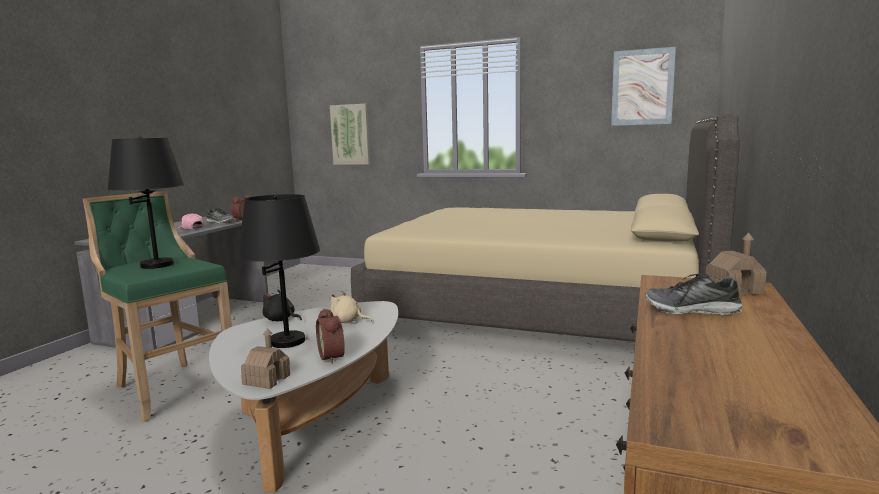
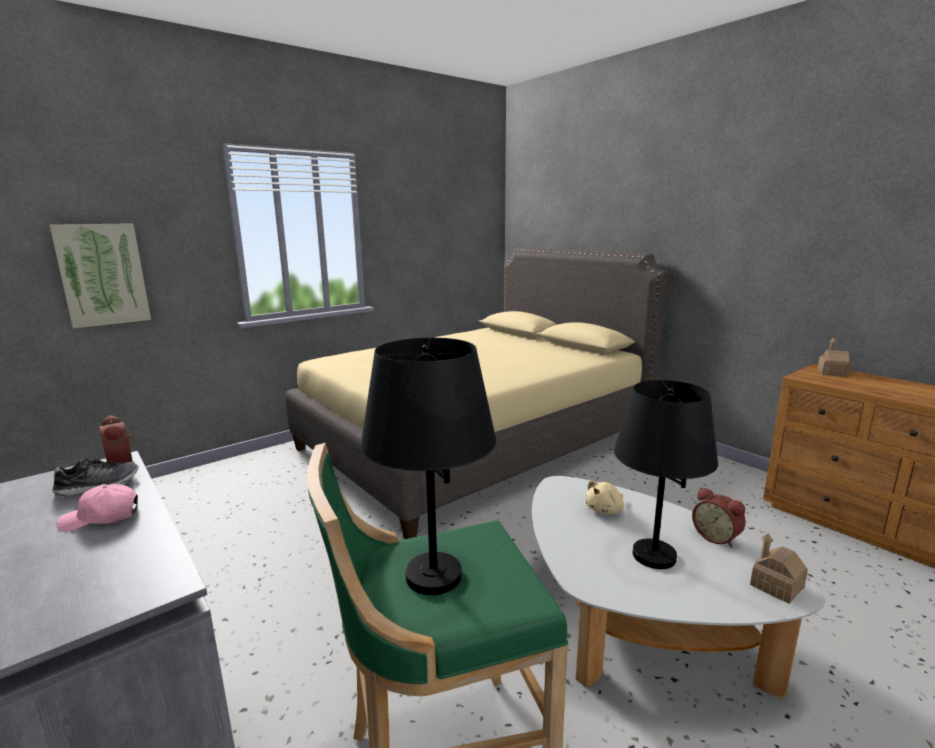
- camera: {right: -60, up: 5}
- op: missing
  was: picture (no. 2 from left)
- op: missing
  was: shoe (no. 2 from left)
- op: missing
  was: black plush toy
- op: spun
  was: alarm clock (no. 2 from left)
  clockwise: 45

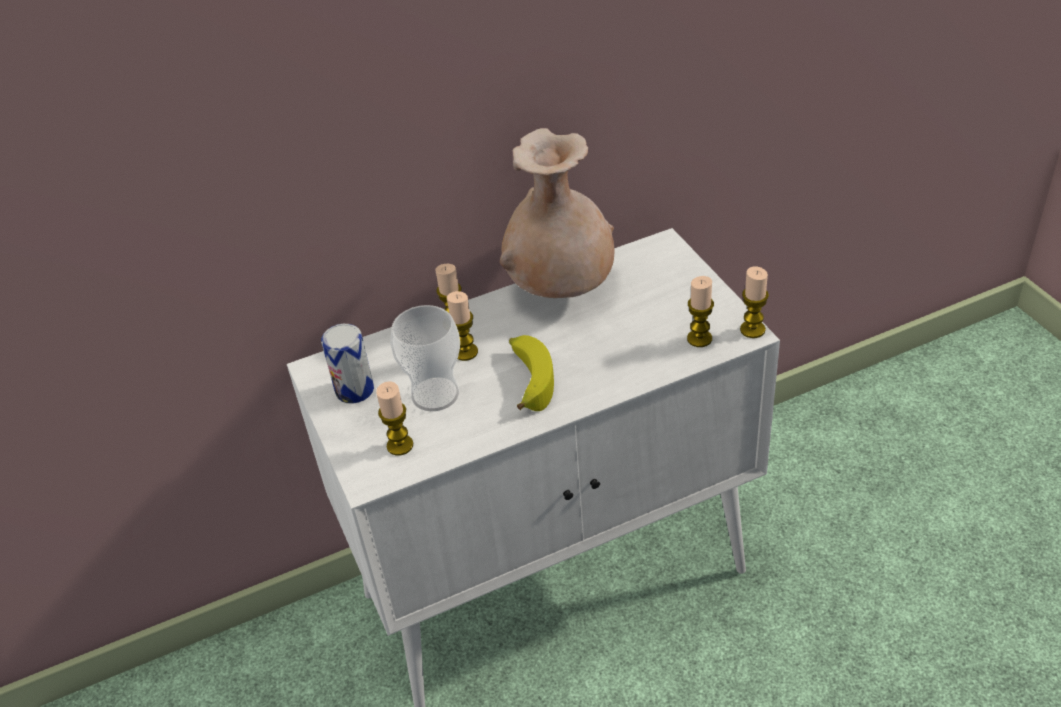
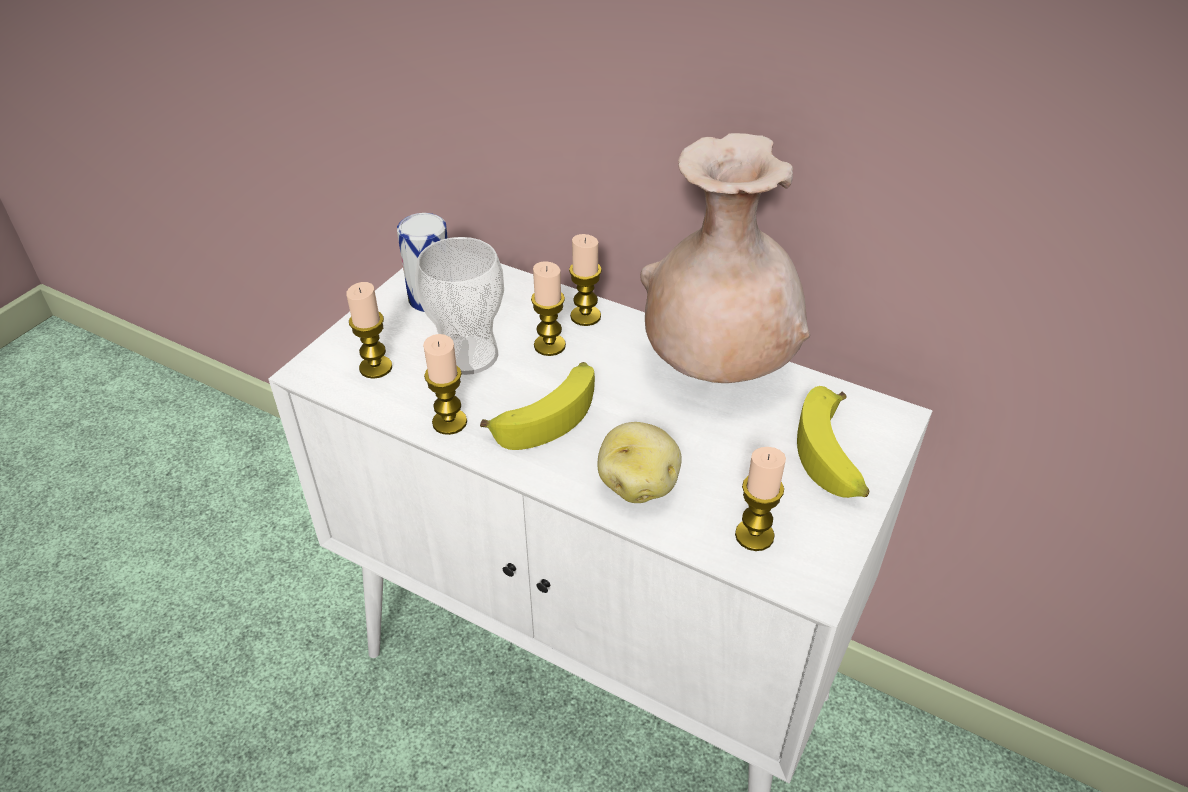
- camera: {right: 50, up: 0}
- op: relocated
  was: candle (no. 5 from left in the first image)
  now: candle (no. 2 from left)
- op: appeared
  now: banana (no. 2 from left)
- op: appeared
  now: potato

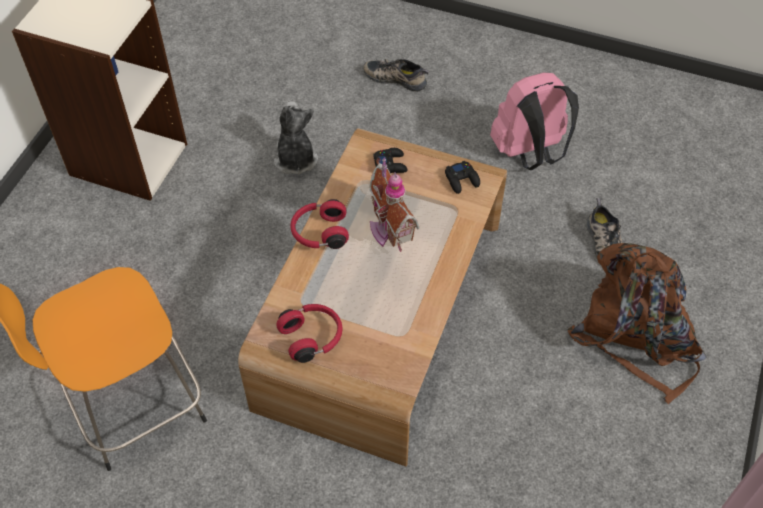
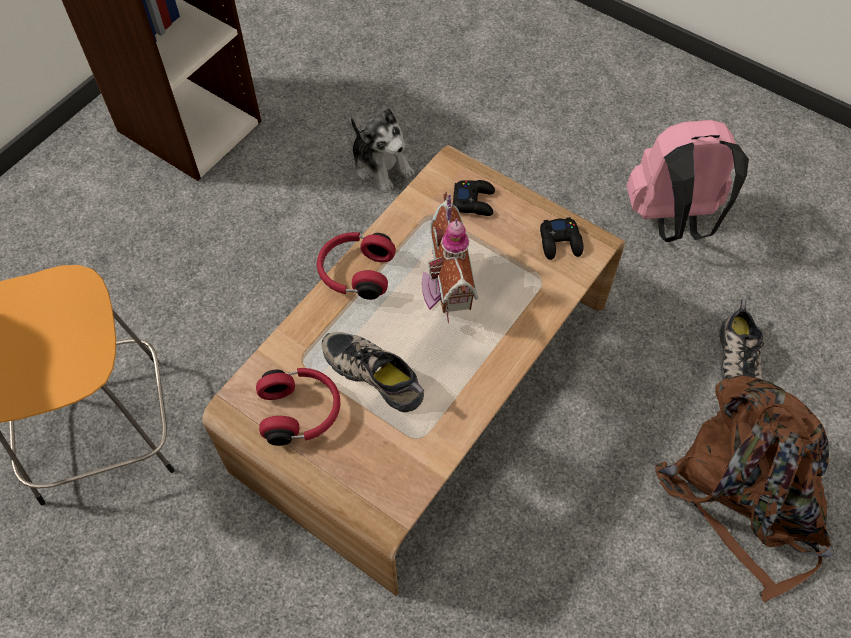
- camera: {right: 15, up: 5}
- op: relocated
  was: shoe (no. 1 from left)
- op: spun
  was: plush toy
  clockwise: 135

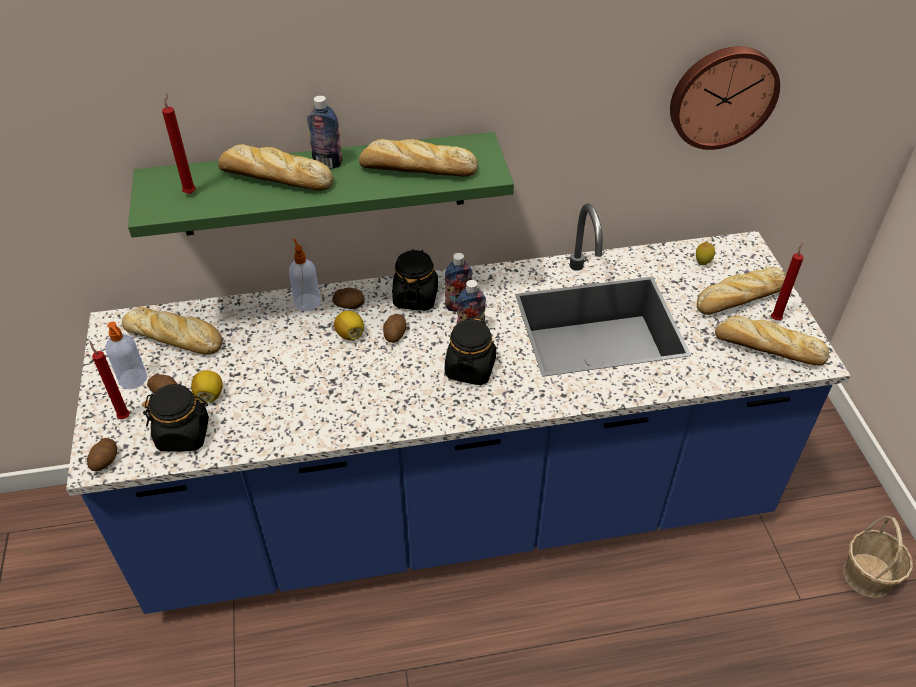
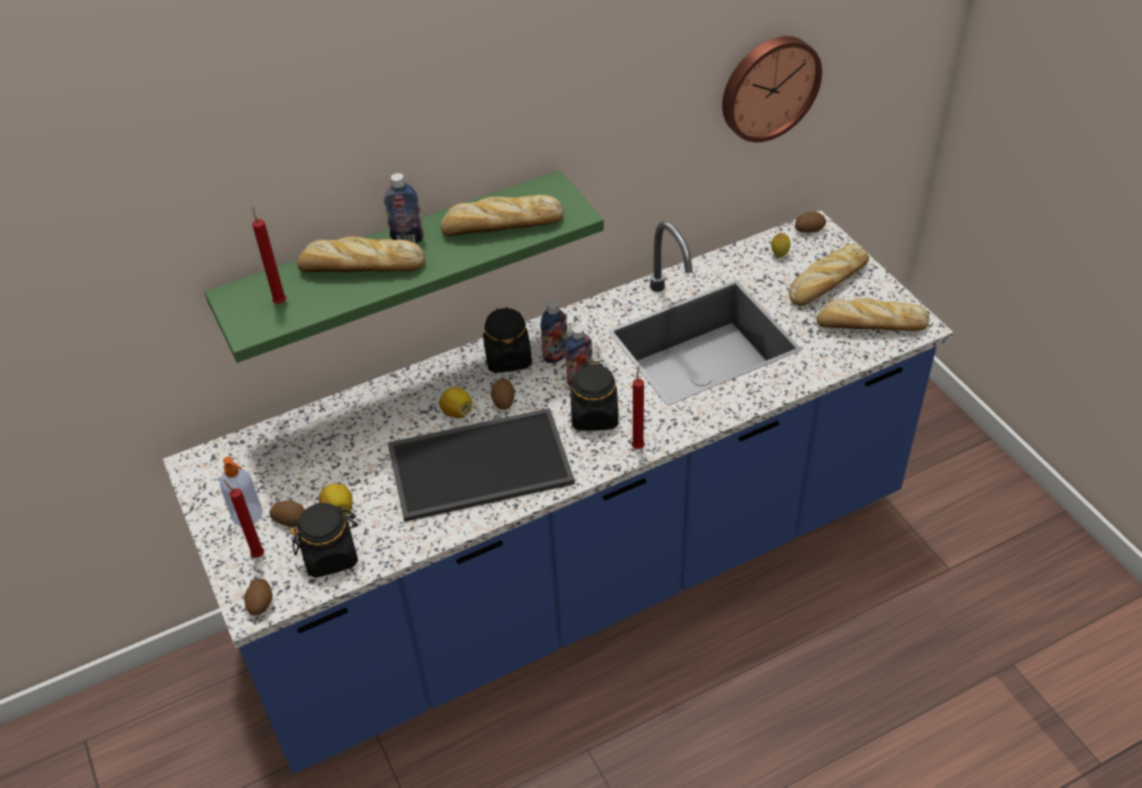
- camera: {right: -15, up: 0}
- op: missing
  was: soap dispenser (no. 2 from left)
- op: relocated
  was: red candle (no. 3 from left)
- op: relocated
  was: potato (no. 3 from left in the first image)
  now: potato (no. 4 from left)
- op: missing
  was: bread (no. 1 from left)
- op: missing
  was: basket
- op: appeared
  now: tray

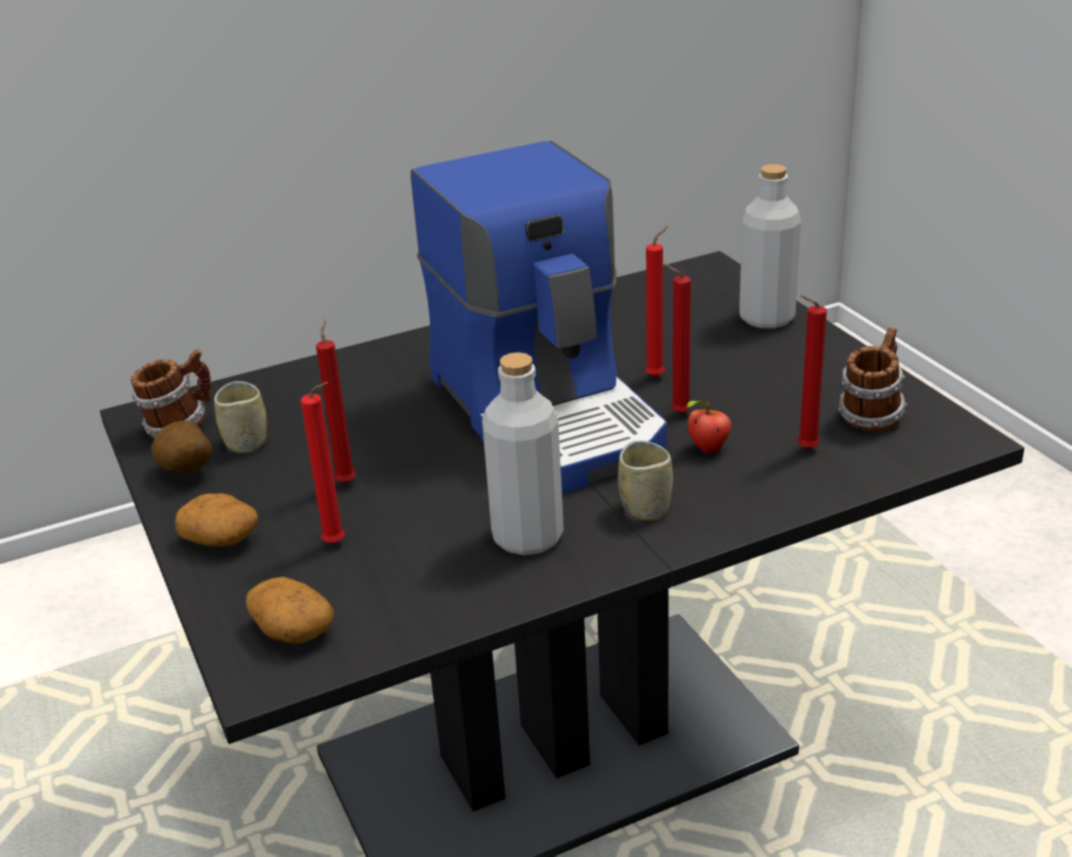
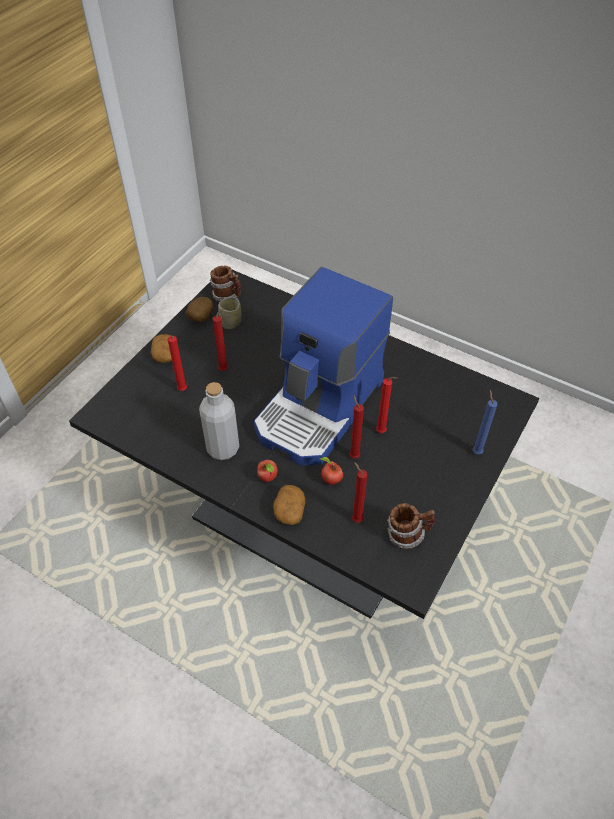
- camera: {right: 55, up: 20}
- op: exchanged
  was: grey bottle (no. 2 from left)
  now: blue candle
- op: exchanged
  was: cup (no. 2 from left)
  now: apple (no. 1 from left)
- op: relocated
  was: potato (no. 3 from left)

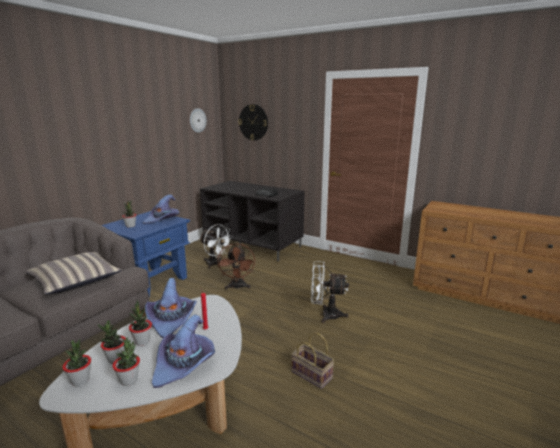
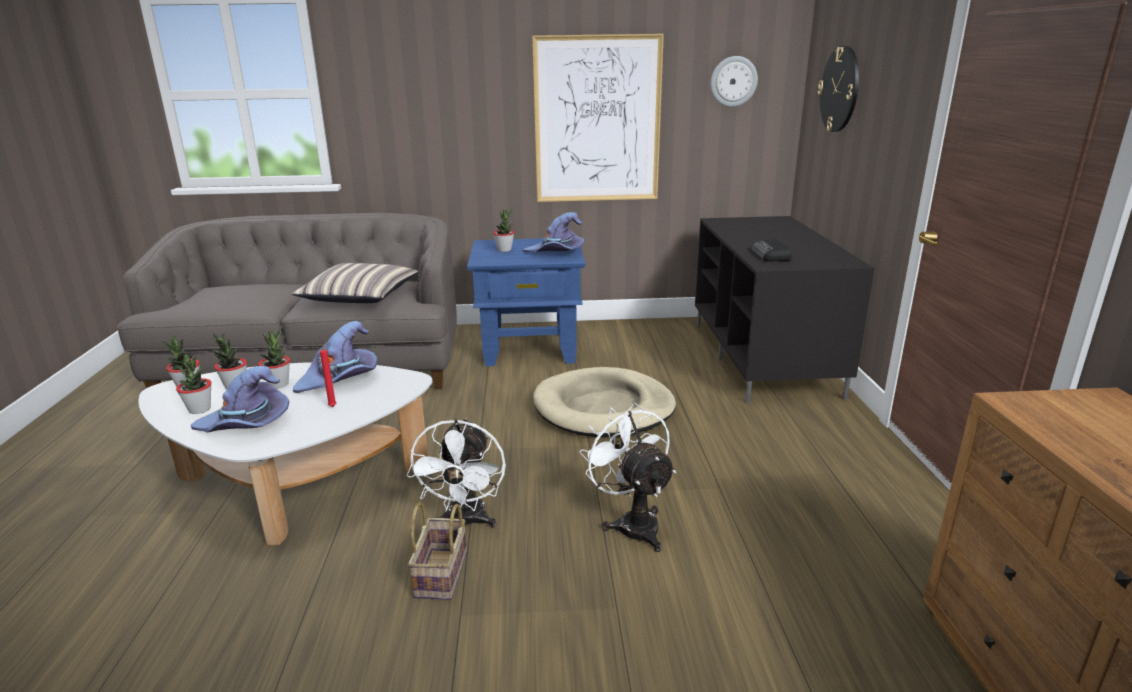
- camera: {right: 55, up: 5}
- op: relocated
  was: white fan (no. 1 from left)
- op: exchanged
  was: brown fan
  now: beige dog bed
- op: appeared
  now: picture

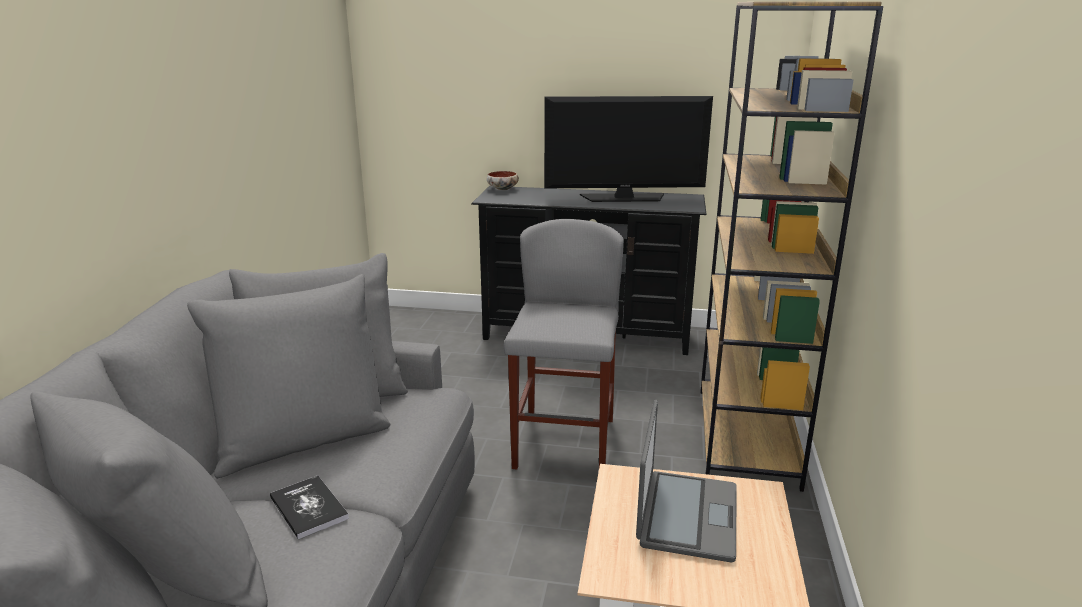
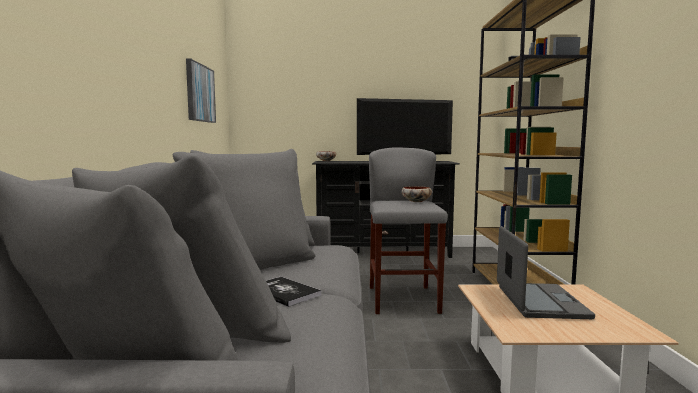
- camera: {right: -10, up: -15}
- op: appeared
  now: picture
- op: appeared
  now: bowl (no. 2 from left)

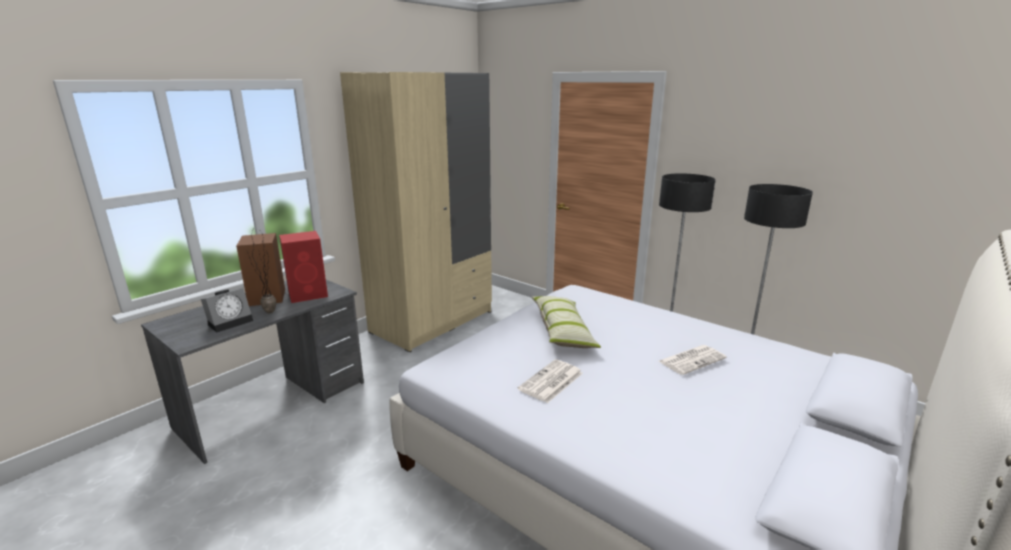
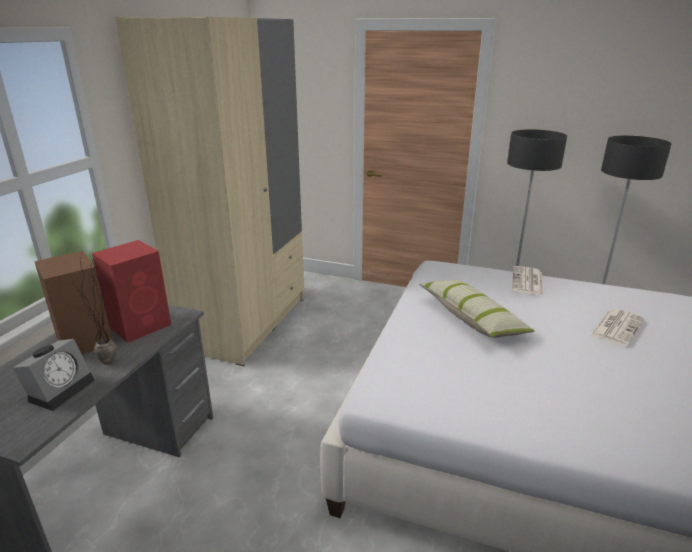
- camera: {right: -20, up: 5}
- op: relocated
  was: newspaper (no. 1 from left)

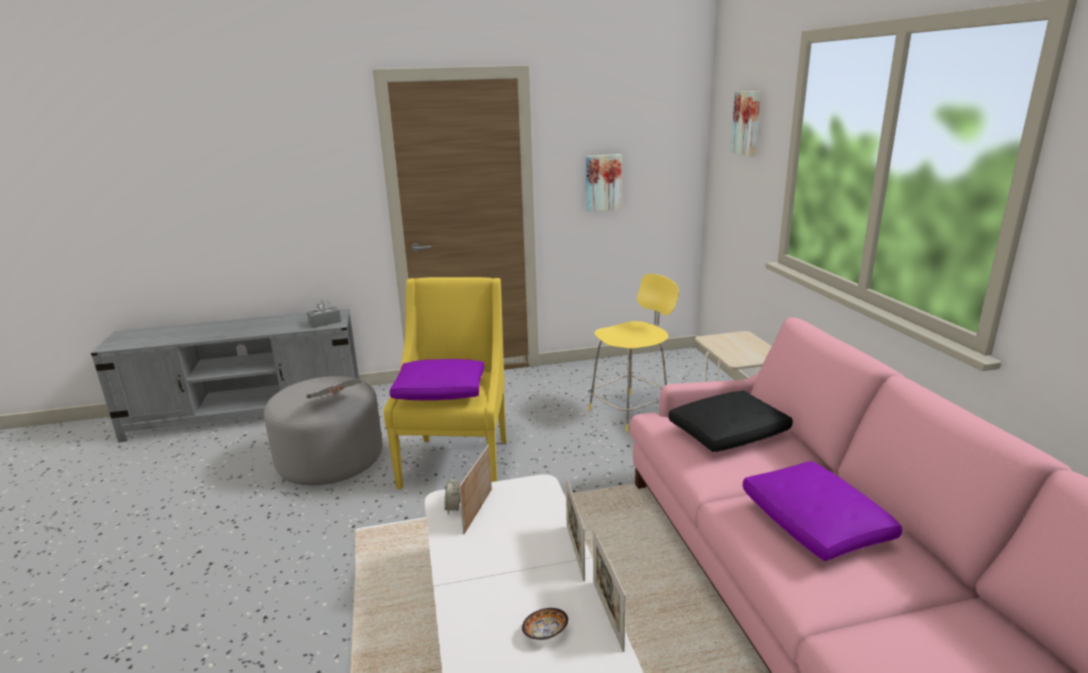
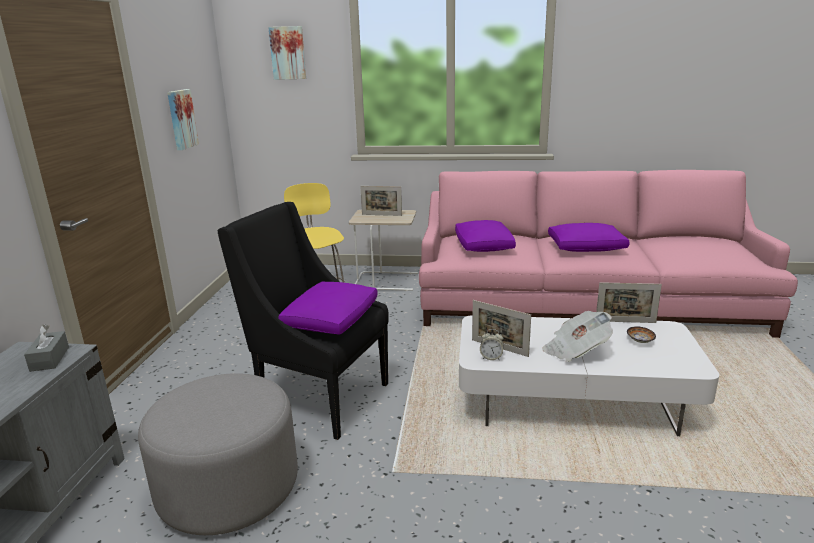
- camera: {right: -70, up: 0}
- op: colour
  was: yellow armchair
  now: black armchair
- op: relocated
  was: newspaper
- op: colour
  was: black pillow
  now: purple pillow (no. 2 from left)
- op: relocated
  was: picture frame (no. 2 from left in the first image)
  now: picture frame (no. 1 from left)

